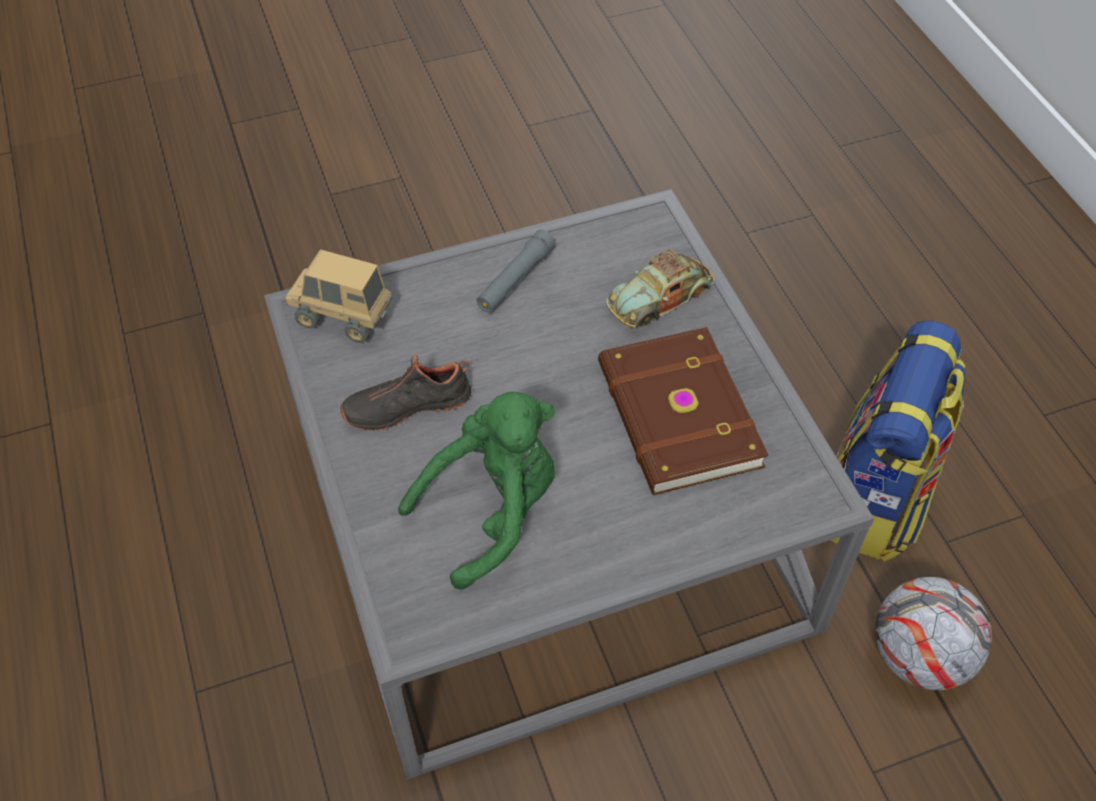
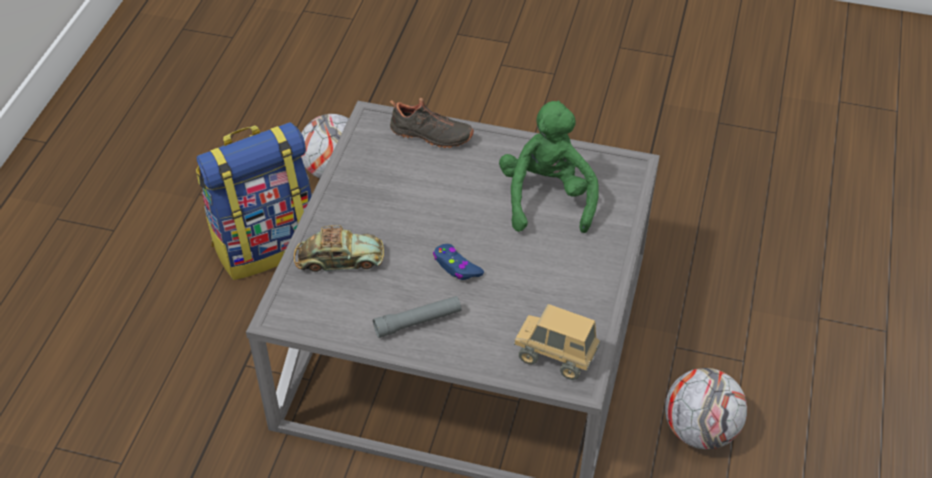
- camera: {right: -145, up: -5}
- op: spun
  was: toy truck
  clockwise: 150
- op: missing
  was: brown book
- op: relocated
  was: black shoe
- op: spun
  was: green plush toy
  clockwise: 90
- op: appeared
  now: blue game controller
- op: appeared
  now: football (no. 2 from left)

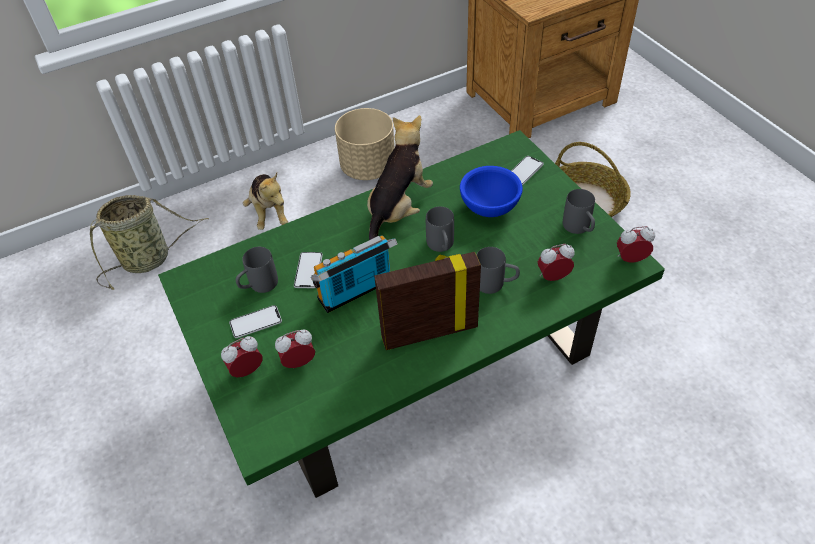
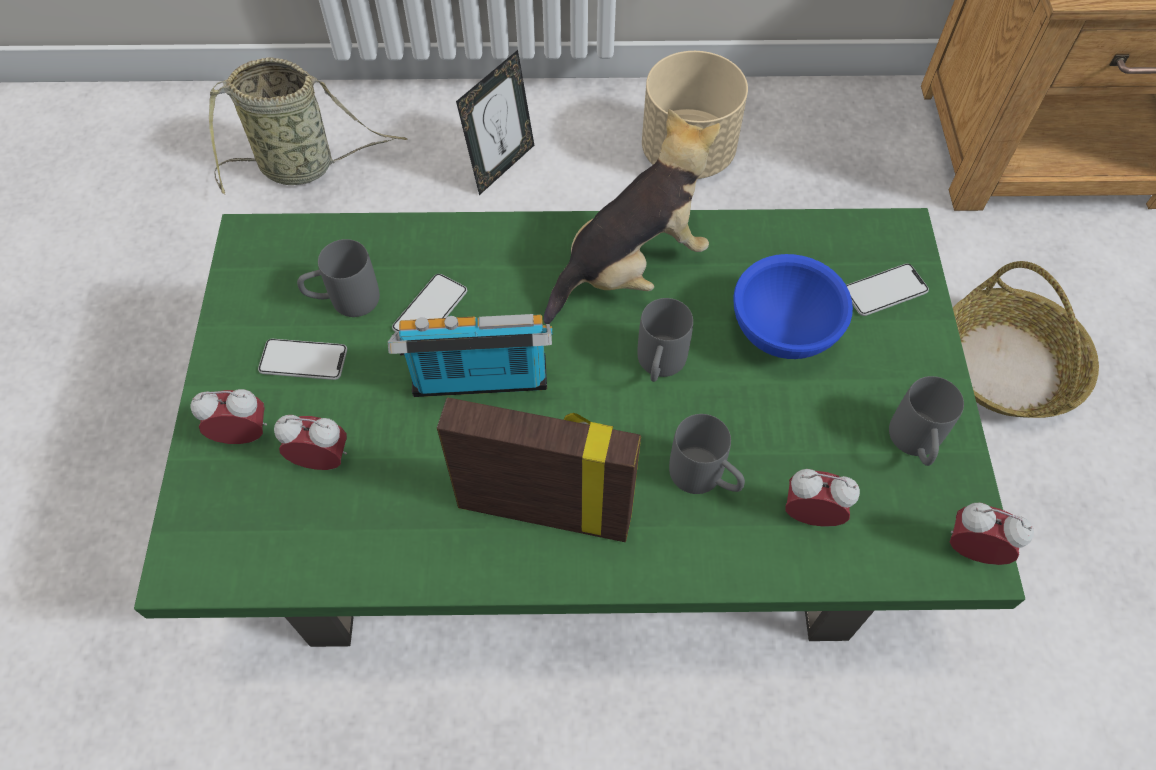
- camera: {right: 25, up: 10}
- op: exchanged
  was: plush toy (no. 1 from left)
  now: picture frame (no. 1 from left)

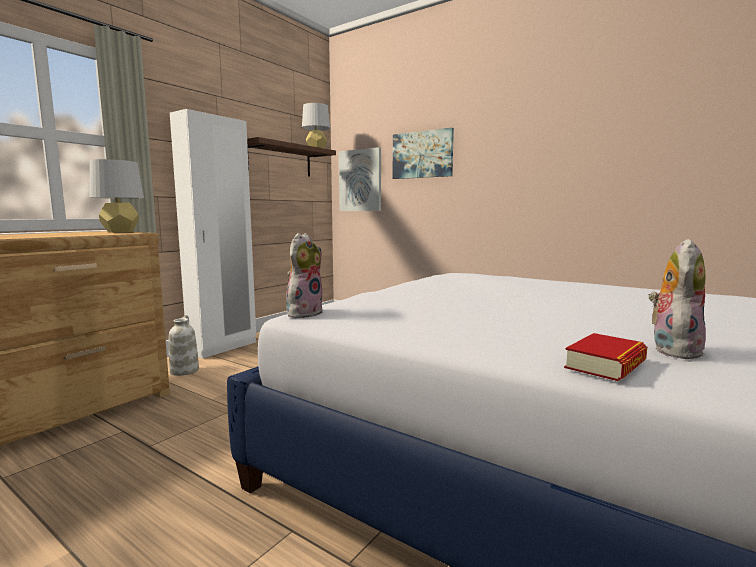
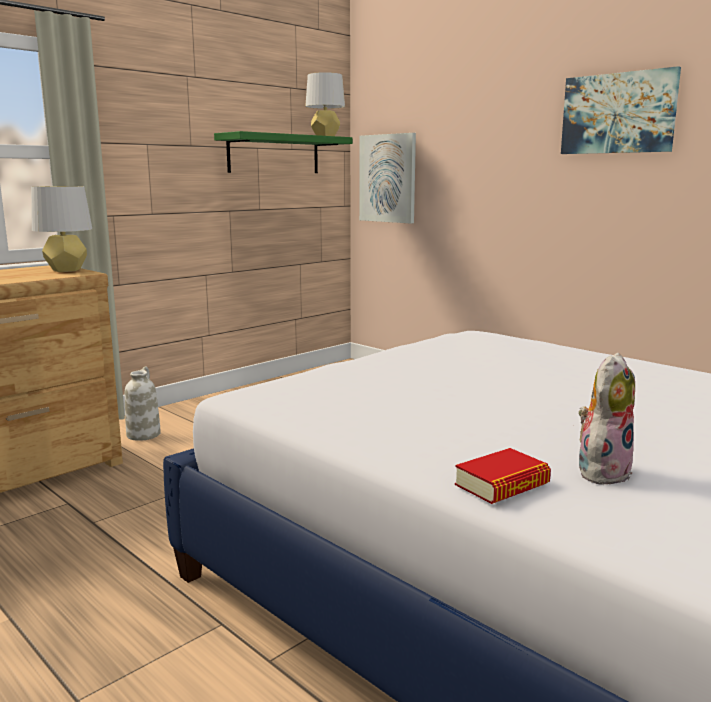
- camera: {right: 10, up: 5}
- op: missing
  was: white wardrobe
- op: relocated
  was: picture (no. 2 from left)
- op: colour
  was: brown shelf
  now: green shelf
- op: missing
  was: plush toy (no. 1 from left)

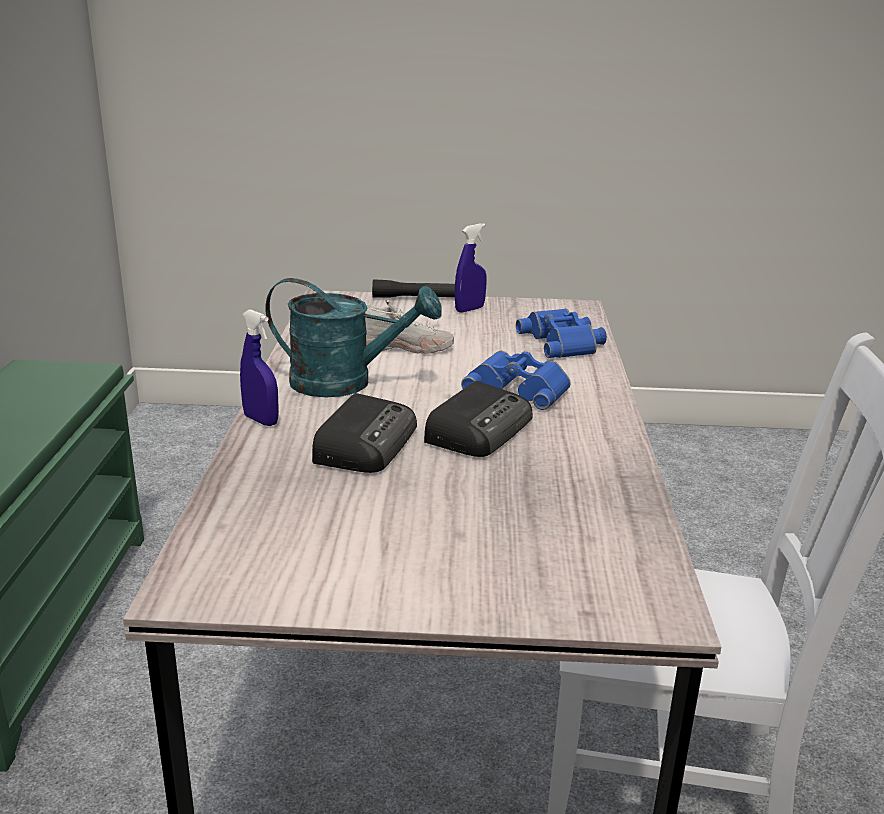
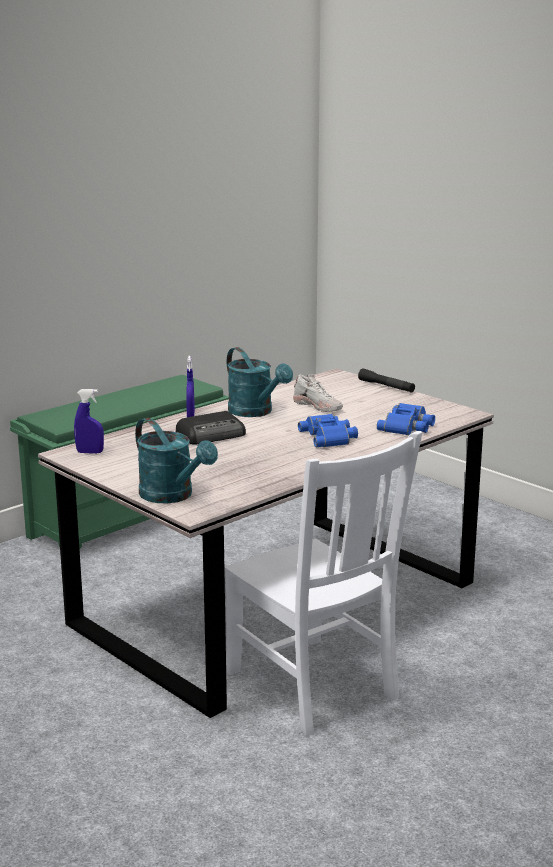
- camera: {right: 45, up: -5}
- op: relocated
  was: blue spray bottle (no. 2 from left in the first image)
  now: blue spray bottle (no. 1 from left)
- op: missing
  was: radio (no. 2 from left)
- op: appeared
  now: turquoise watering can (no. 1 from left)

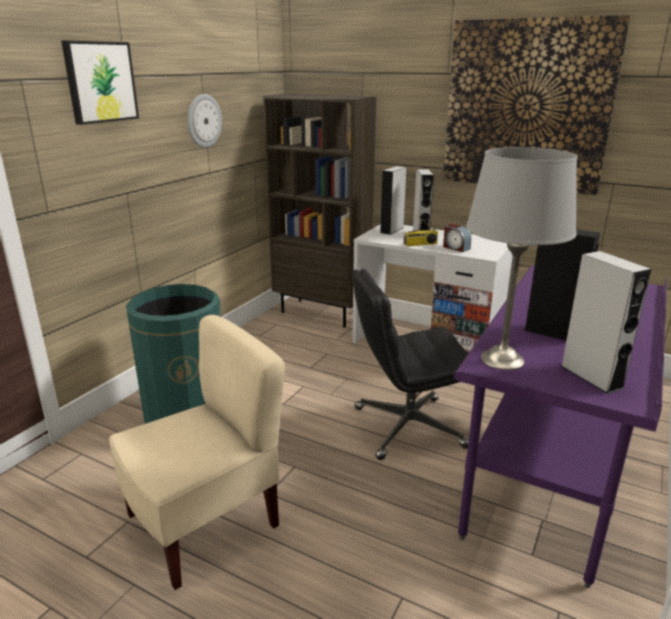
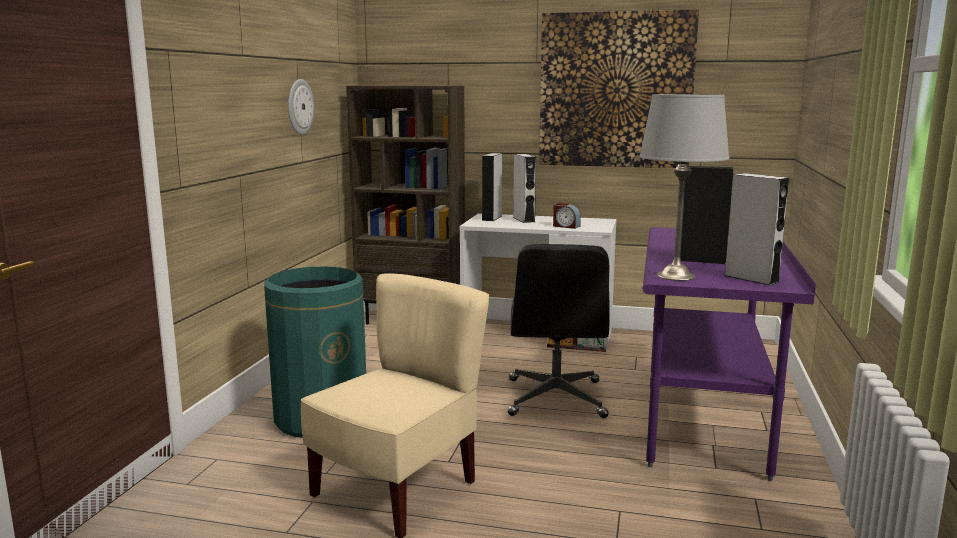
- camera: {right: -15, up: -10}
- op: missing
  was: picture (no. 1 from left)
- op: missing
  was: radio
- op: spun
  was: black office chair
  clockwise: -60

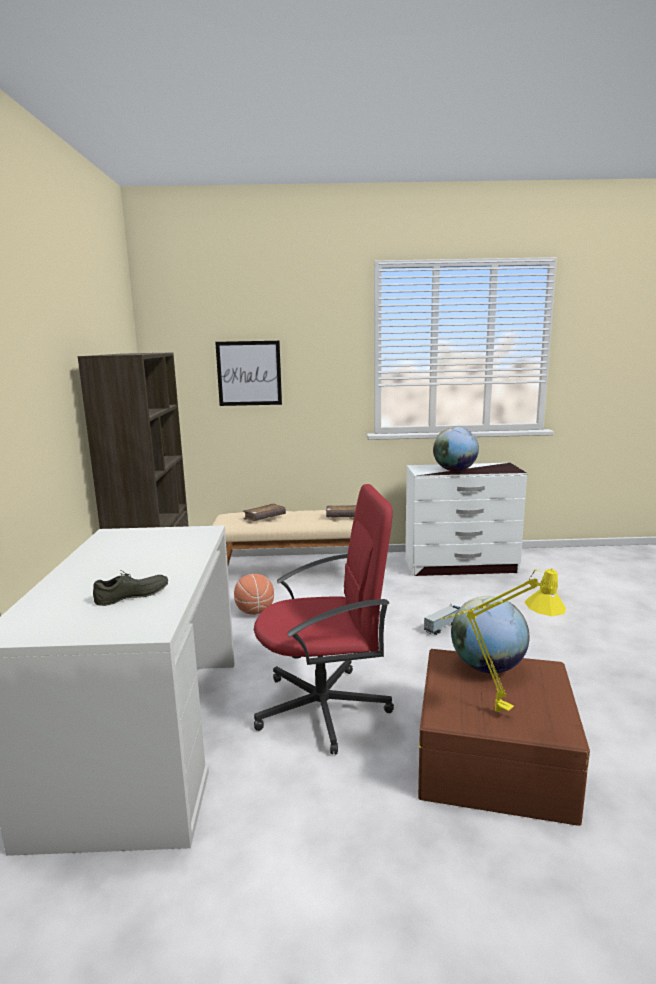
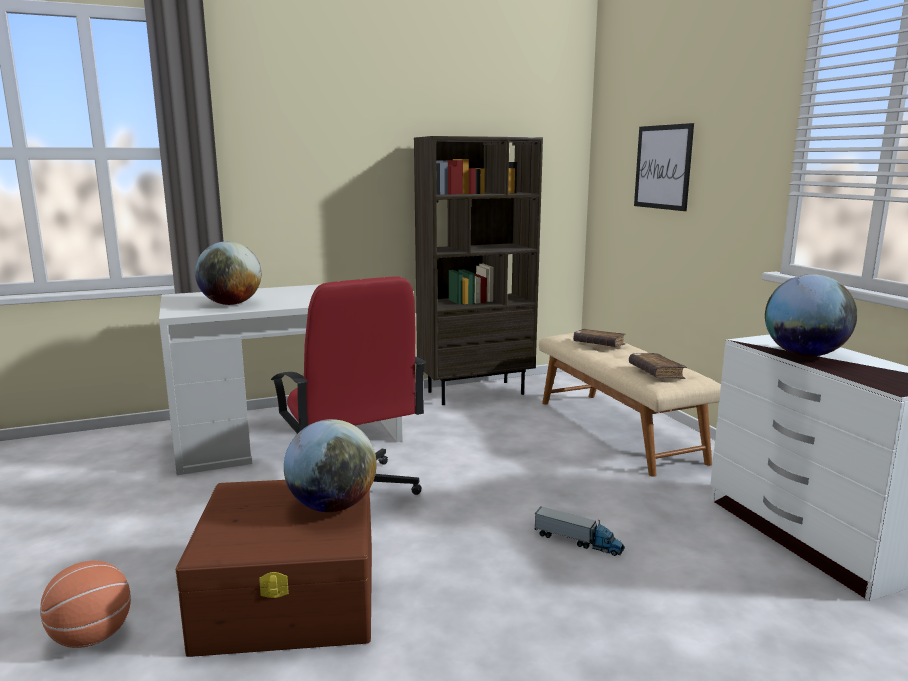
- camera: {right: 70, up: 0}
- op: missing
  was: yellow table lamp
- op: exchanged
  was: grey shoe
  now: globe (no. 1 from left)
- op: relocated
  was: basketball

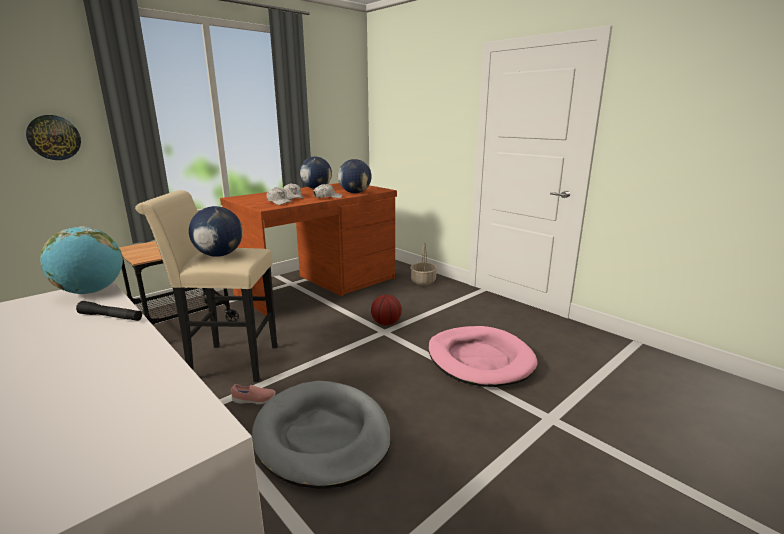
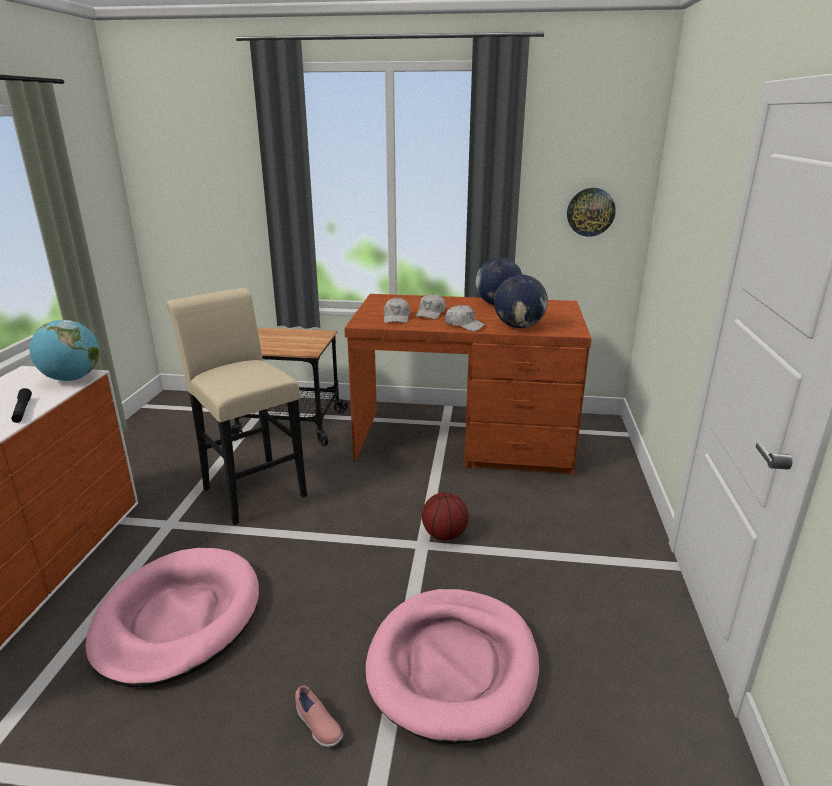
- camera: {right: 50, up: 5}
- op: relocated
  was: wall clock
- op: missing
  was: globe (no. 2 from left)
- op: missing
  was: basket
- op: colour
  was: grey dog bed
  now: pink dog bed (no. 1 from left)
- op: relocated
  was: pink shoe

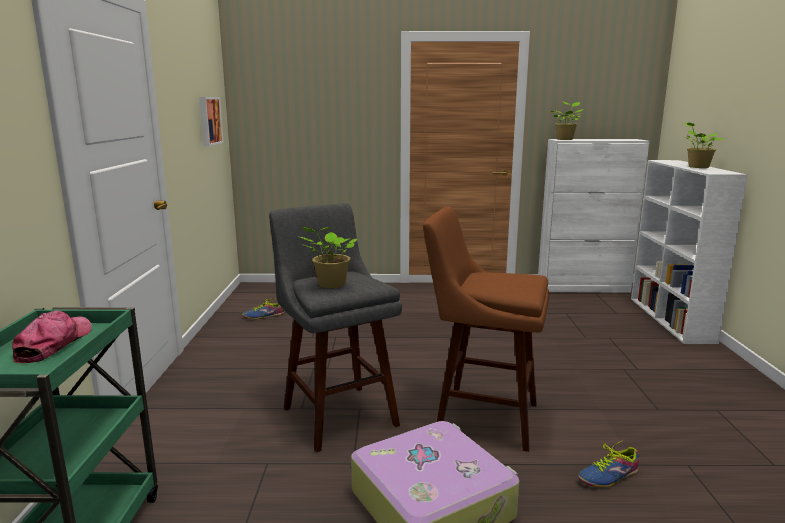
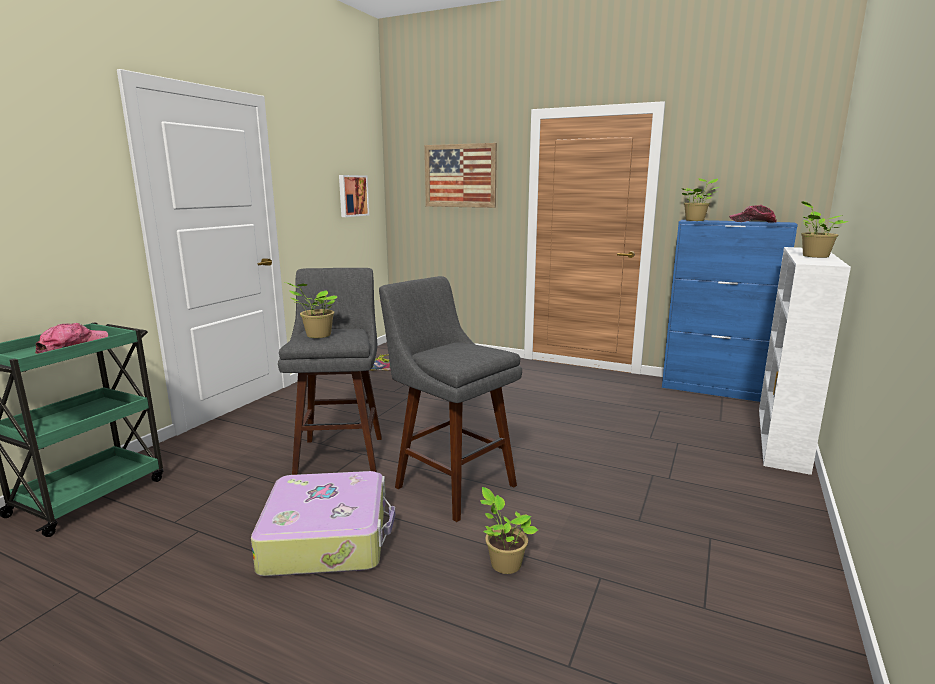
- camera: {right: 25, up: 0}
- op: colour
  was: white cabinet
  now: blue cabinet
- op: colour
  was: brown stool
  now: grey stool (no. 2 from left)
- op: exchanged
  was: shoe (no. 2 from left)
  now: potted plant (no. 2 from left)
- op: appeared
  now: picture (no. 2 from left)
- op: appeared
  now: cap (no. 2 from left)

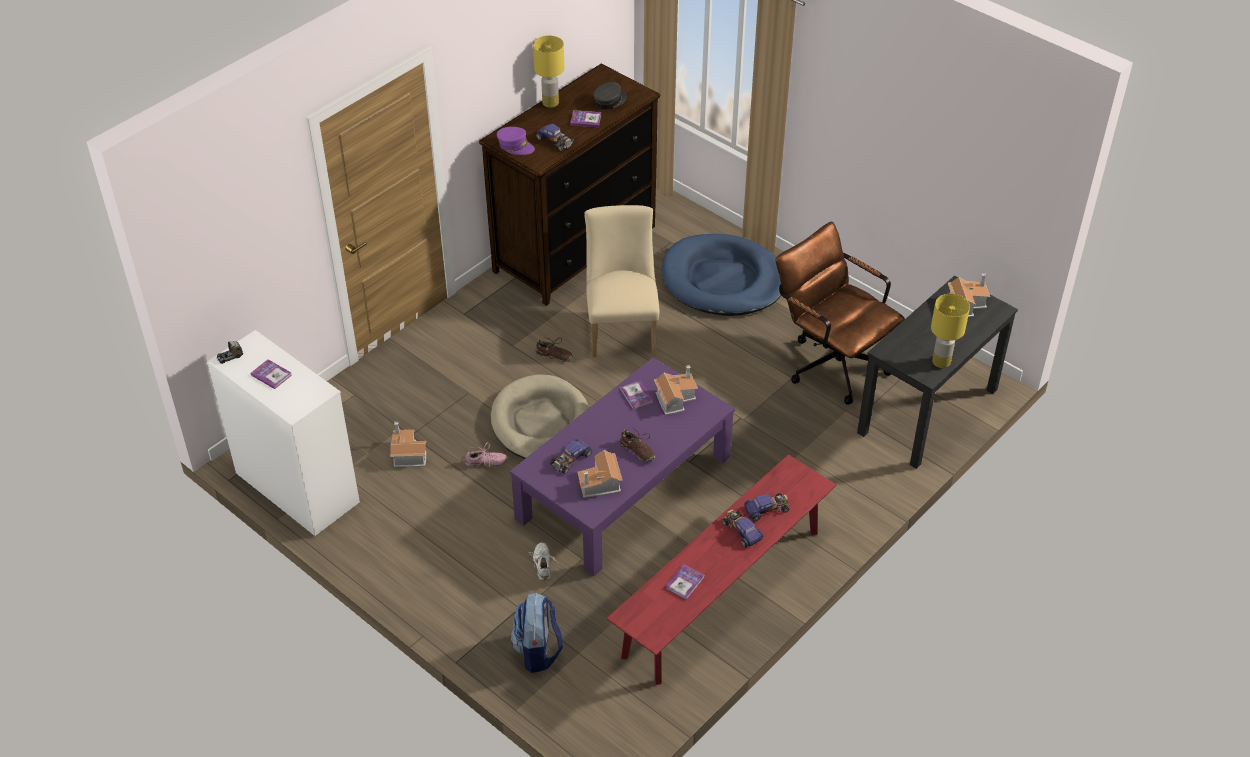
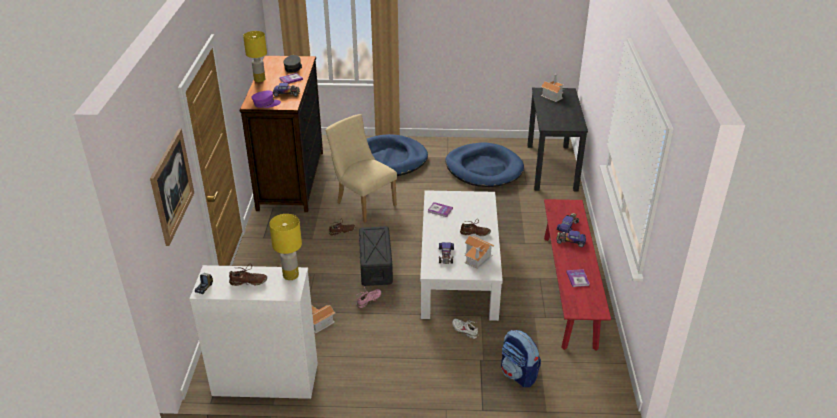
- camera: {right: -40, up: -10}
- op: exchanged
  was: brown office chair
  now: blue dog bed (no. 2 from left)
- op: relocated
  was: yellow table lamp (no. 2 from left)
- op: colour
  was: purple coffee table
  now: white coffee table
- op: exchanged
  was: book (no. 1 from left)
  now: brown shoe (no. 1 from left)
- op: missing
  was: toy house (no. 3 from left)
- op: exchanged
  was: beige dog bed
  now: black storage box
- op: appeared
  now: picture

